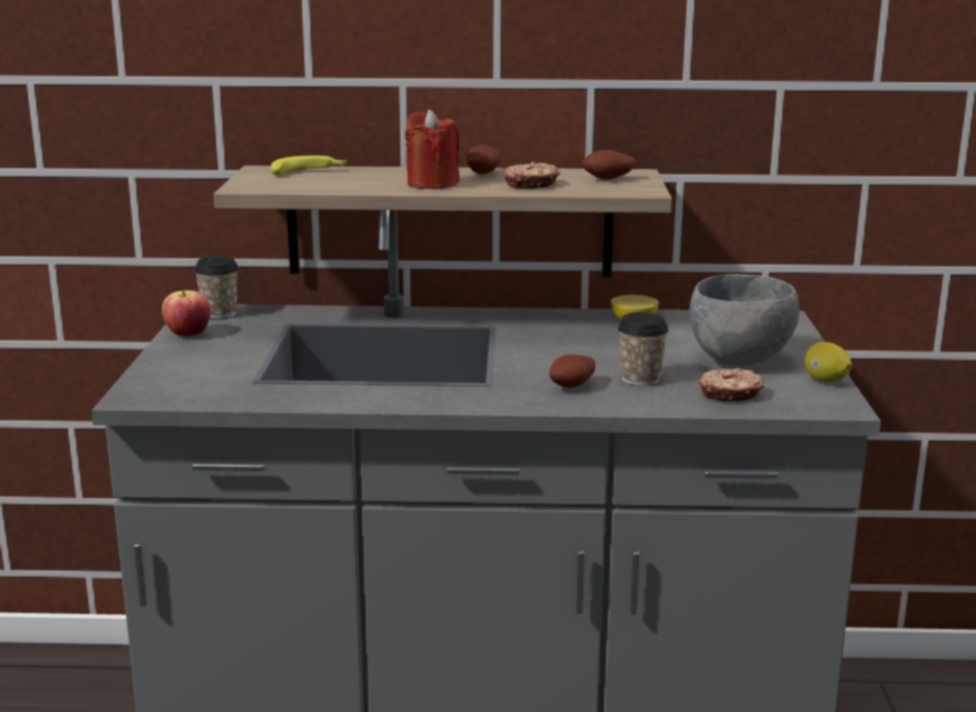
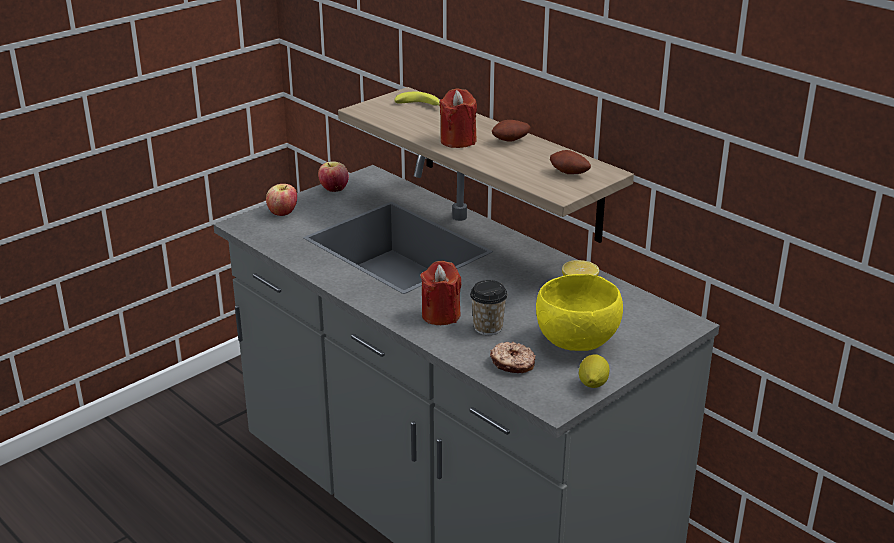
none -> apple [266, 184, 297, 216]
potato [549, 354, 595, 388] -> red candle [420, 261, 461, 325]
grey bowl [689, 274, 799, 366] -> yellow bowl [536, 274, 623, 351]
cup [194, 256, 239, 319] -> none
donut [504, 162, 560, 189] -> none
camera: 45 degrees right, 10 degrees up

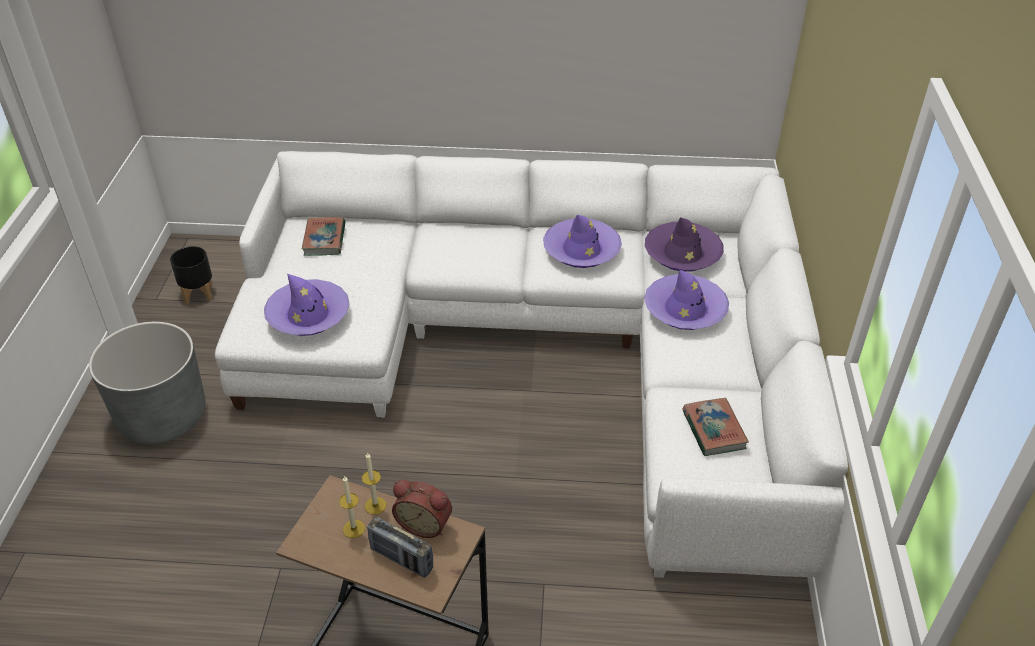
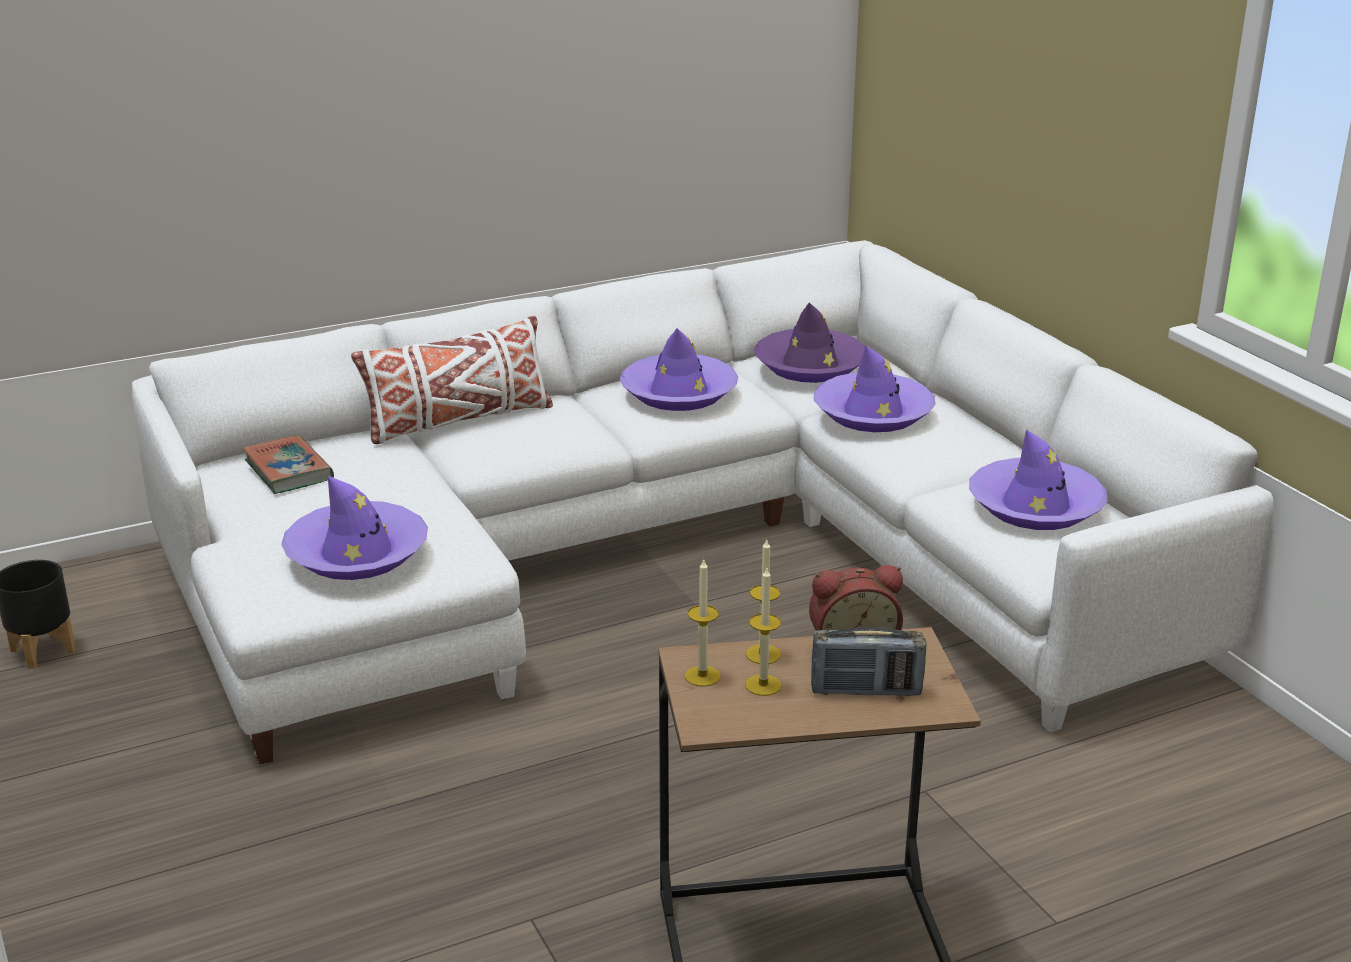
none -> white pillow [351, 316, 553, 444]
none -> candle [685, 559, 721, 687]
book [682, 398, 749, 456] -> purple hat [969, 429, 1108, 530]
grey planter [89, 322, 205, 444] -> none
camera: 30 degrees left, 15 degrees down

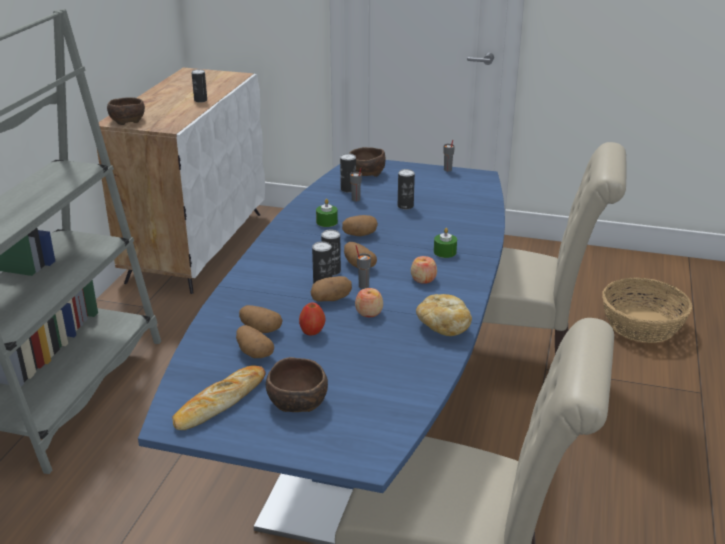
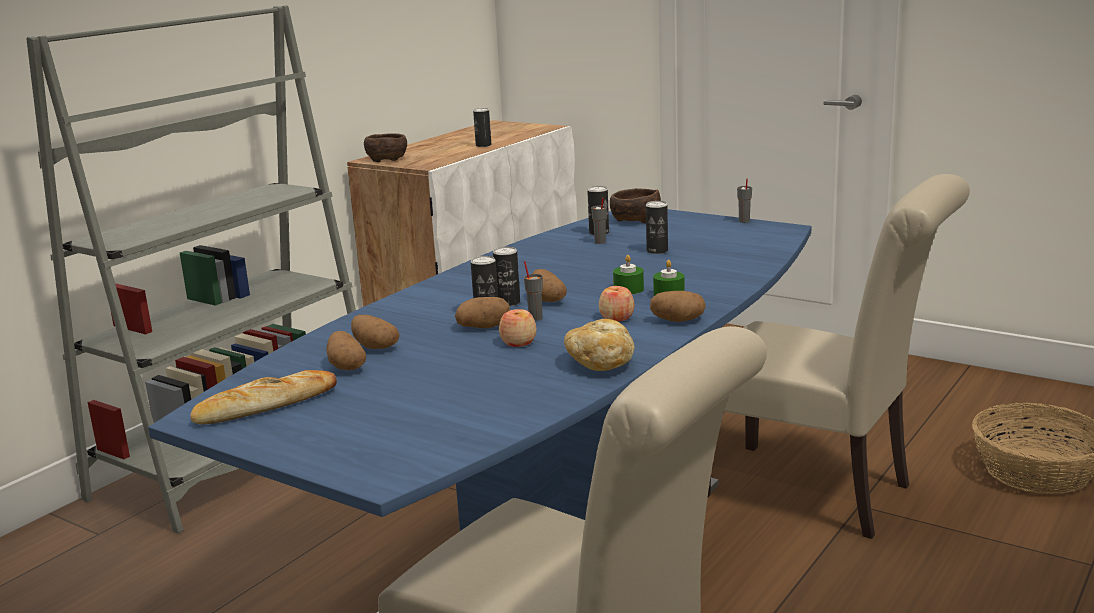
green candle [316, 199, 338, 227] -> green candle [613, 255, 644, 294], relocated
potato [342, 215, 378, 236] -> potato [650, 291, 706, 322], relocated
brown bowl [266, 357, 328, 412] -> none
apple [299, 303, 326, 336] -> none
camera: 20 degrees right, 10 degrees down

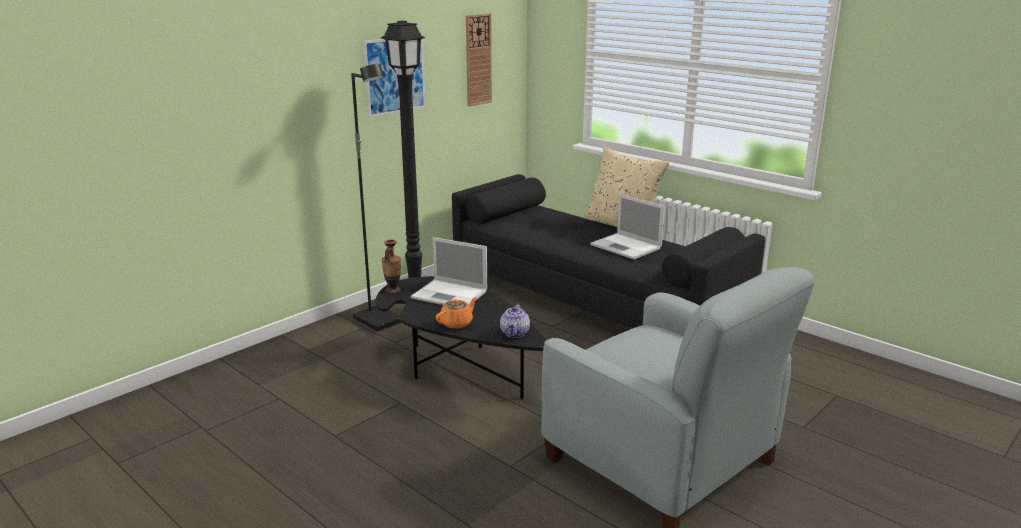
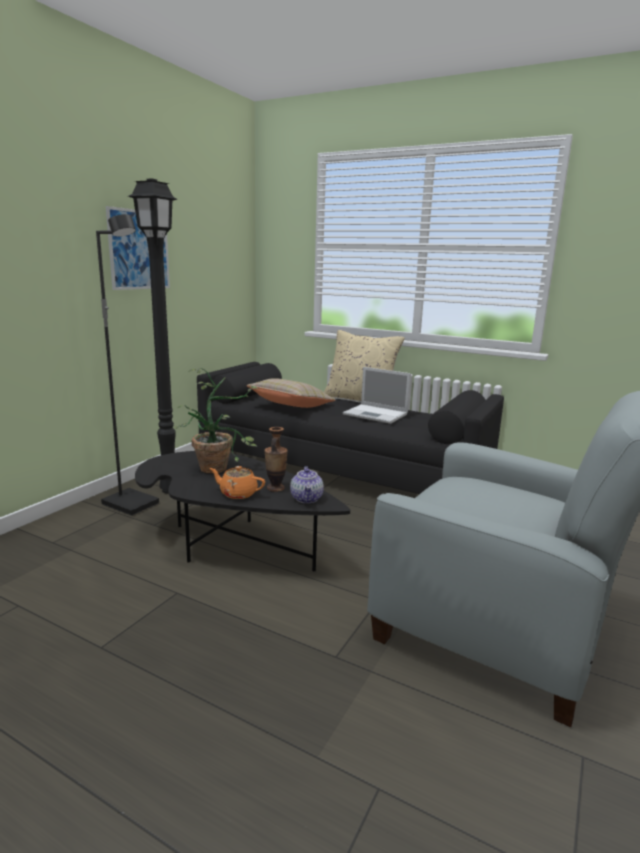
laptop [410, 237, 487, 305] -> potted plant [174, 368, 258, 473]
orange teapot [436, 297, 477, 329] -> orange teapot [209, 466, 265, 499], 105 degrees counterclockwise
none -> beige pillow [246, 378, 336, 408]
vase [381, 240, 401, 293] -> vase [264, 427, 288, 492], relocated
wall clock [466, 13, 492, 107] -> none
camera: 15 degrees left, 5 degrees down

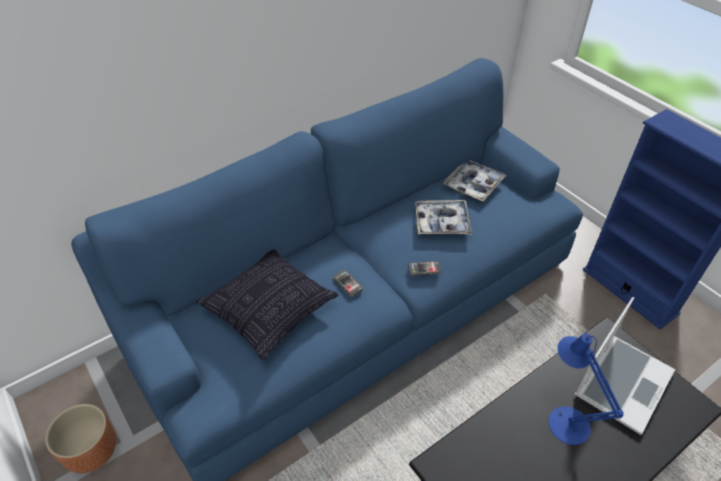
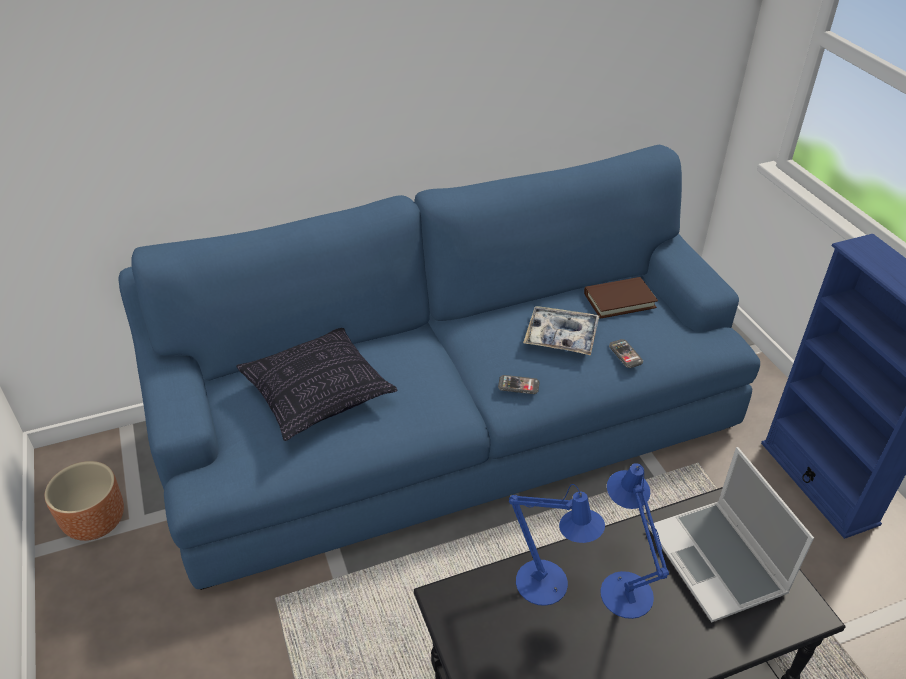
none -> blue table lamp [509, 484, 605, 606]
tray [443, 160, 506, 201] -> brown book [584, 277, 658, 319]
phone [333, 270, 363, 296] -> phone [609, 339, 643, 368], relocated
laptop [575, 297, 675, 435] -> laptop [648, 447, 814, 622], 105 degrees clockwise
camera: 15 degrees right, 5 degrees down

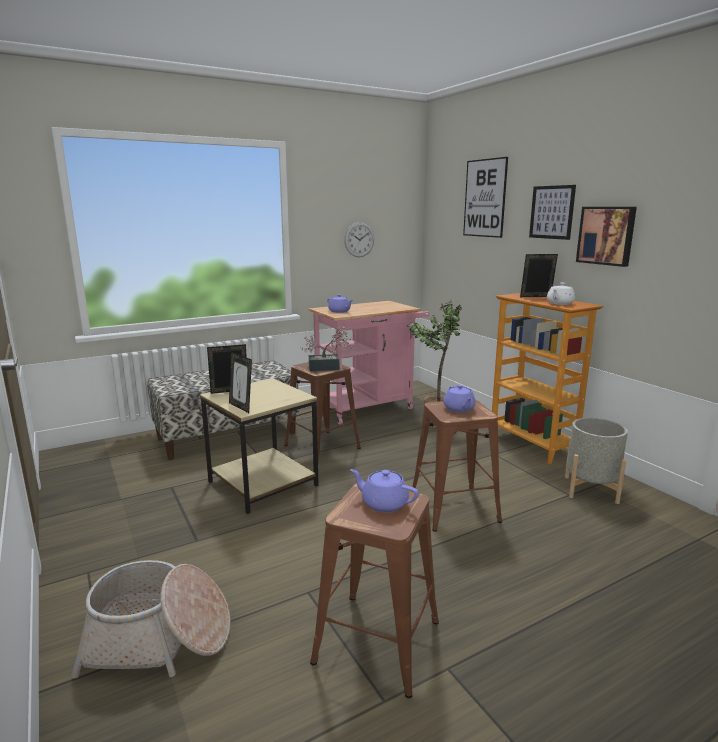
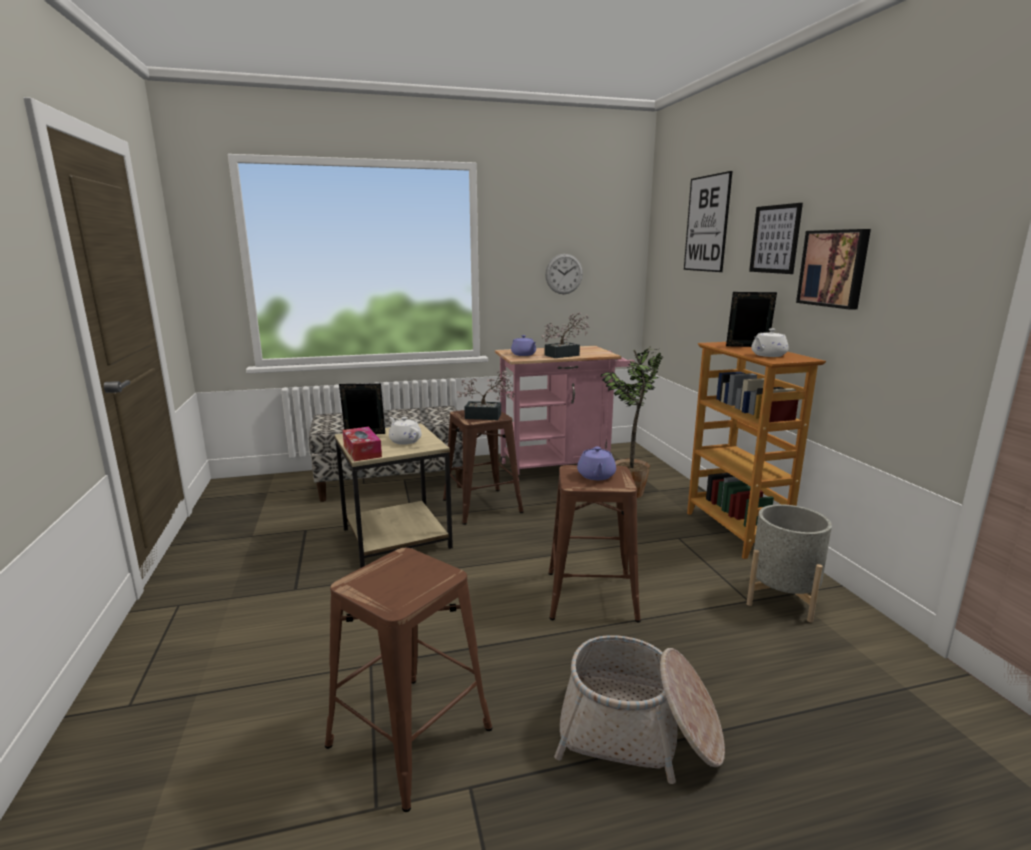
picture frame [229, 352, 252, 413] -> tissue box [343, 427, 382, 461]
none -> white teapot [389, 417, 422, 445]
none -> potted plant [542, 312, 589, 358]
basket [71, 560, 230, 678] -> basket [554, 635, 725, 784], relocated
purple teapot [350, 469, 419, 513] -> none
camera: 15 degrees right, 0 degrees up

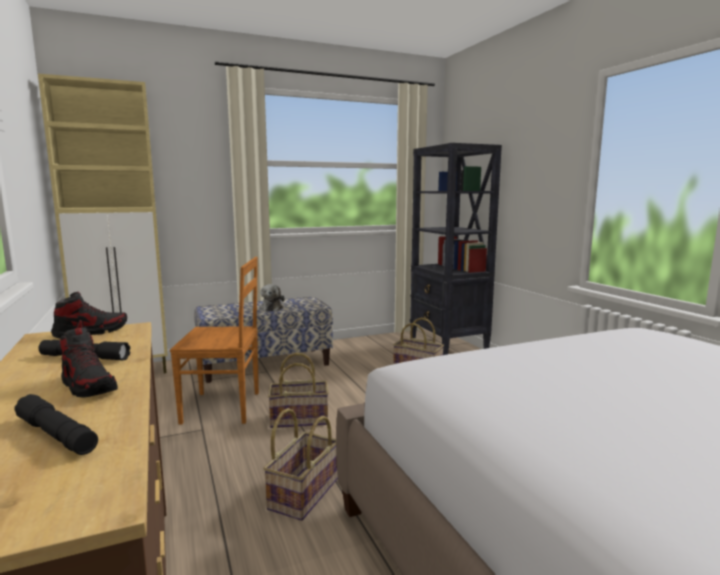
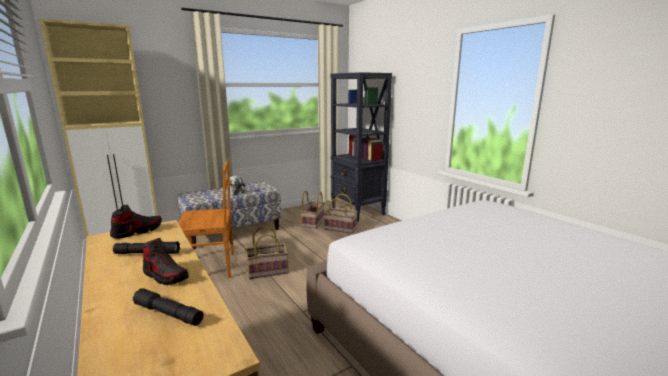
basket [263, 408, 338, 521] -> basket [300, 191, 325, 229], relocated
camera: 10 degrees left, 5 degrees up

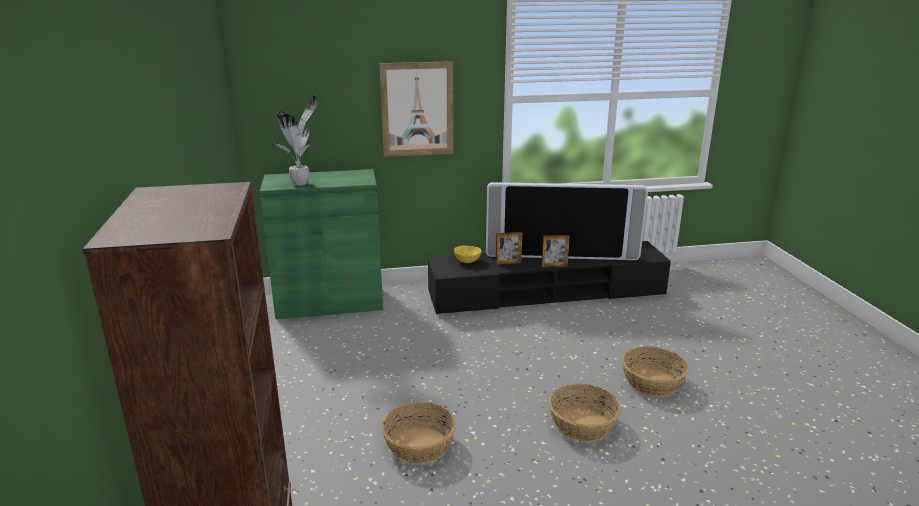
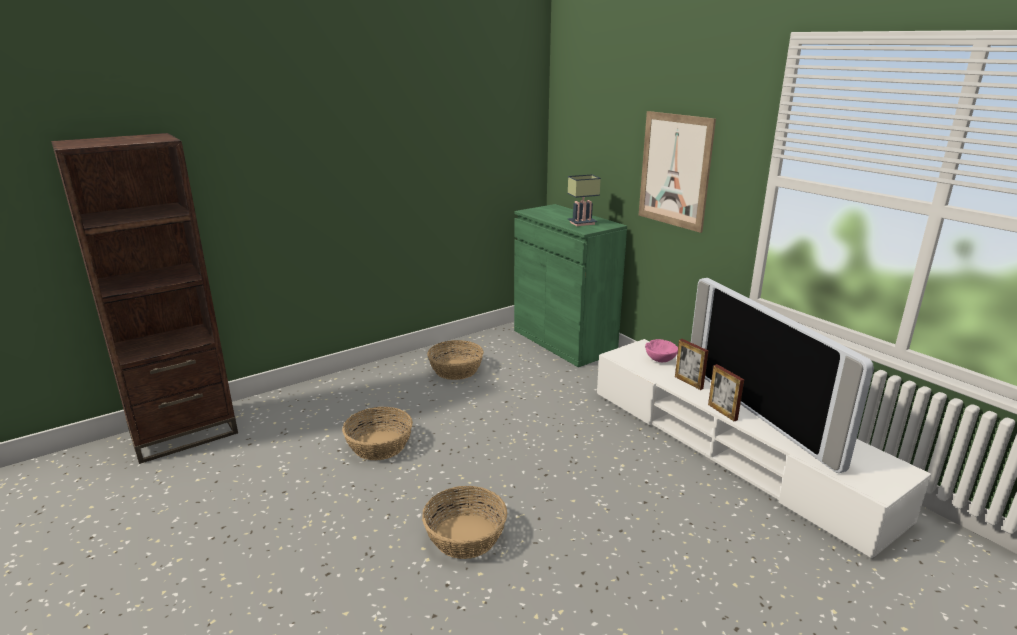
basket [622, 346, 689, 396] -> basket [427, 340, 484, 380], relocated
none -> table lamp [568, 174, 601, 226]
black tv stand [428, 241, 671, 315] -> white tv stand [597, 339, 931, 559]
yellow bowl [454, 246, 482, 263] -> pink bowl [645, 339, 678, 362]
potted plant [269, 95, 318, 186] -> none
camera: 65 degrees right, 0 degrees up

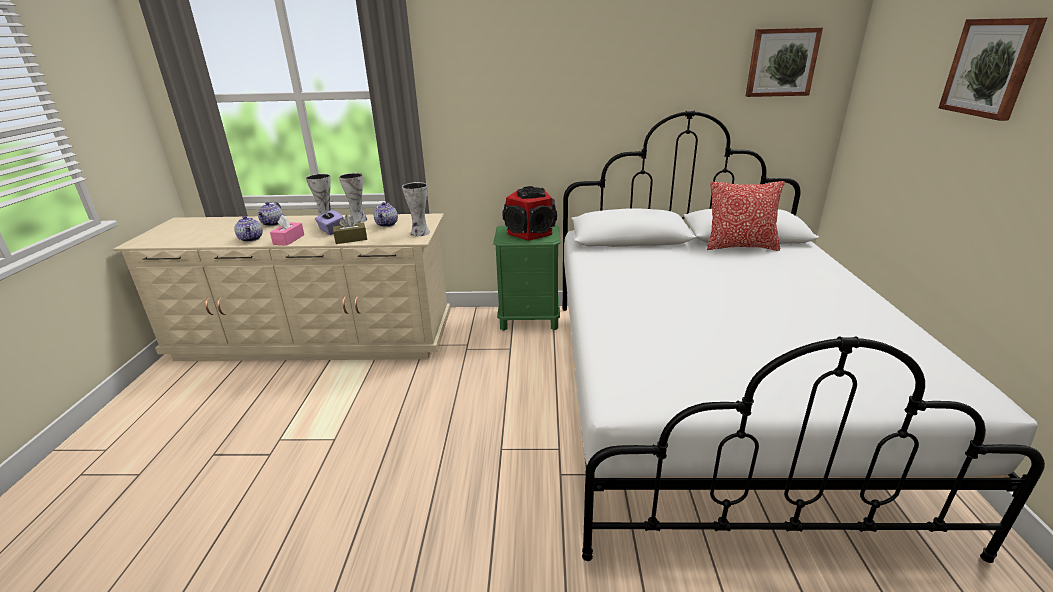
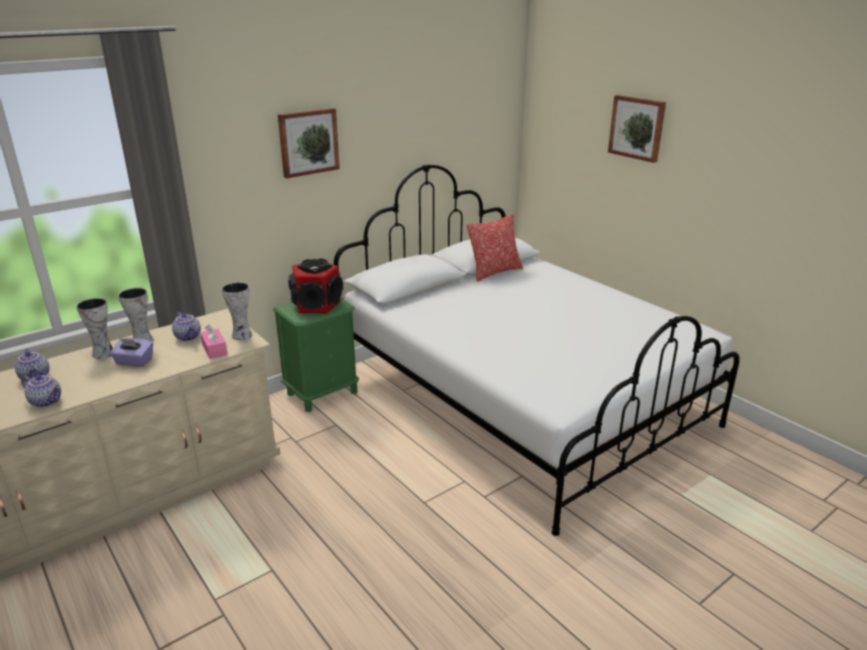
pink tissue box [270, 215, 304, 246] -> pink tissue box [201, 325, 228, 359], relocated
picture [746, 28, 823, 97] -> picture [278, 108, 340, 178], relocated
brown tissue box [333, 215, 367, 244] -> none
camera: 40 degrees left, 0 degrees up

